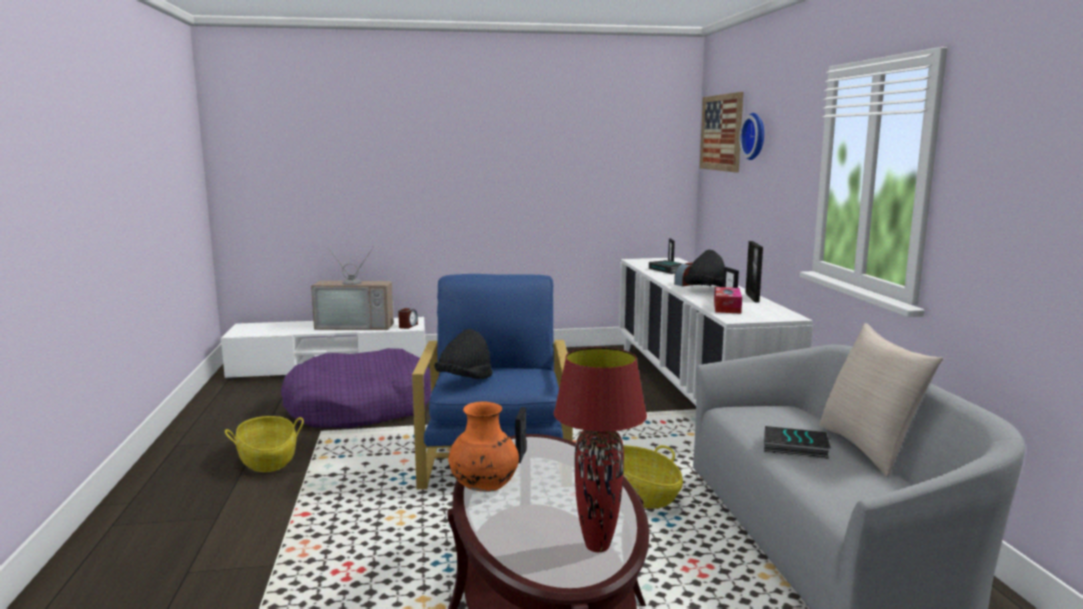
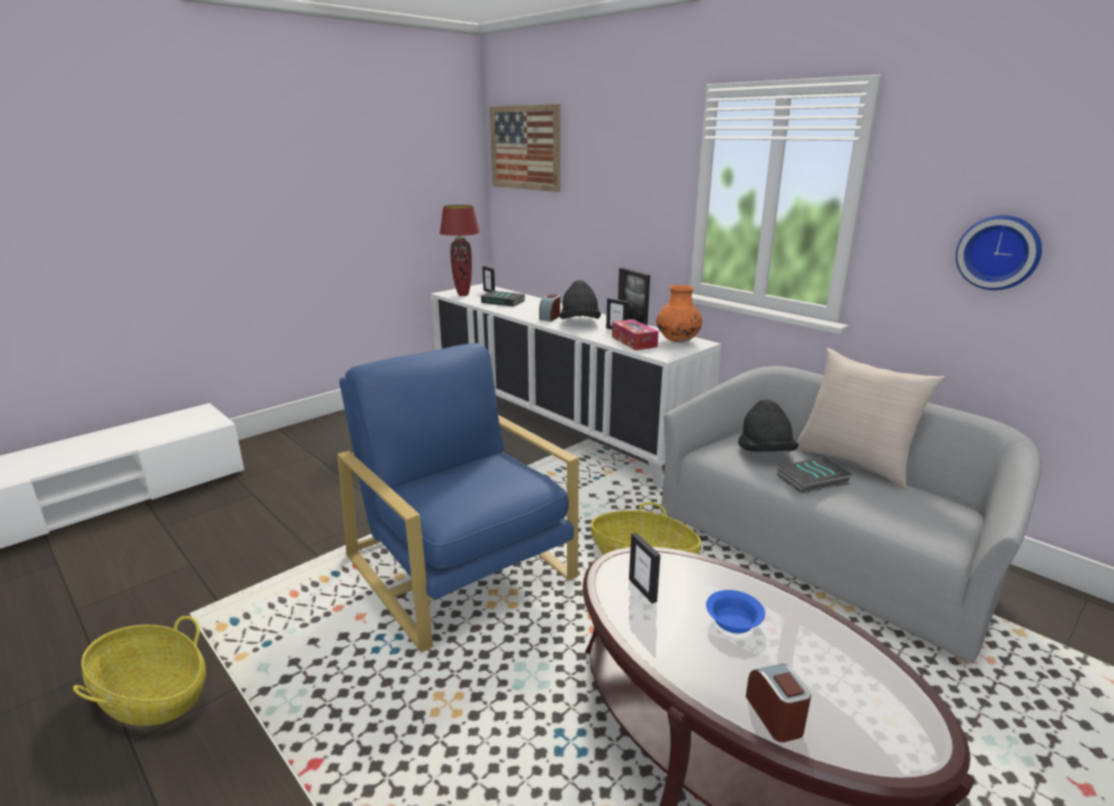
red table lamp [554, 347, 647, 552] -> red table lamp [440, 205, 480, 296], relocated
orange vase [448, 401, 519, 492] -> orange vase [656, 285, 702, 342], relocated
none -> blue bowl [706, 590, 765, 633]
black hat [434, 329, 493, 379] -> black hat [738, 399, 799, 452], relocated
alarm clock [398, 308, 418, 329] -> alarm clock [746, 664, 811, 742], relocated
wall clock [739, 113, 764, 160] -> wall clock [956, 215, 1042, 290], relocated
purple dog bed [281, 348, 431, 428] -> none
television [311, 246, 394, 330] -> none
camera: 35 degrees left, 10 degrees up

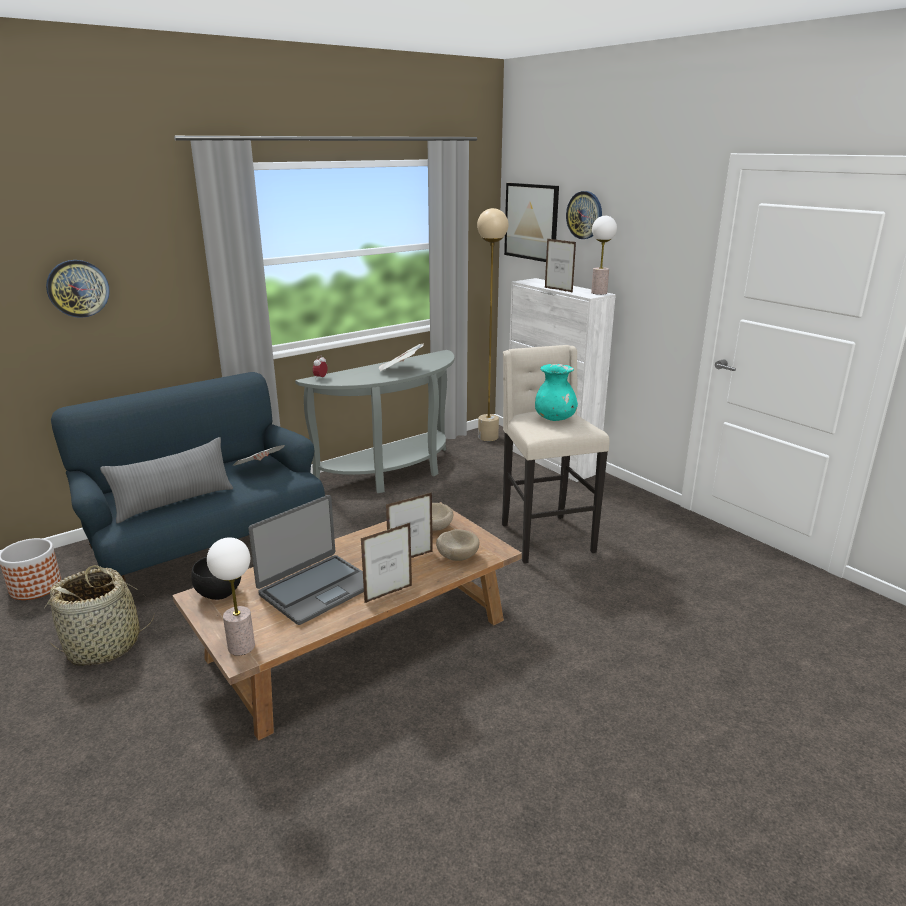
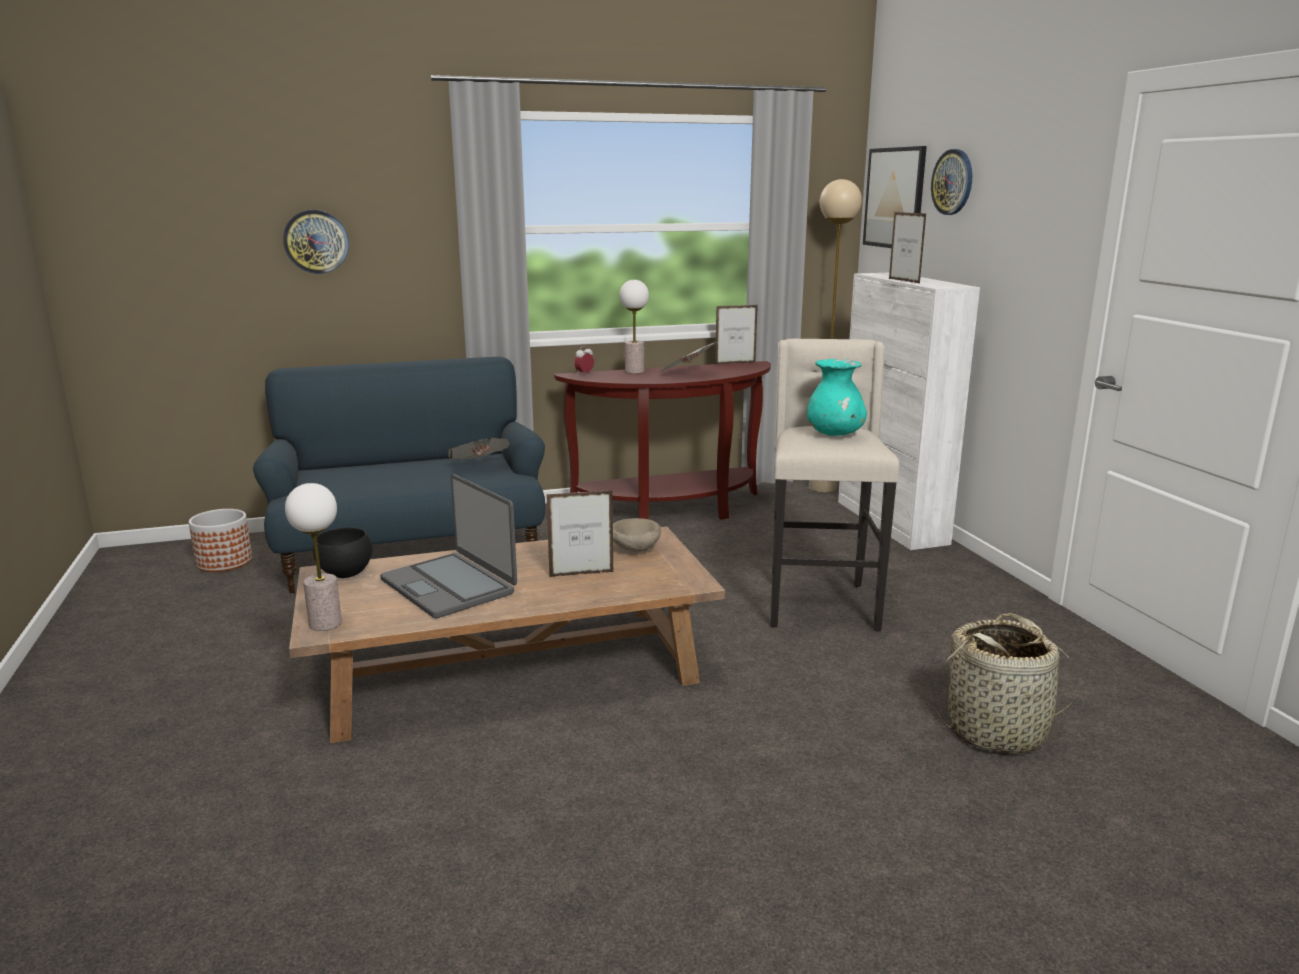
laptop [248, 495, 364, 625] -> laptop [380, 474, 517, 619], 75 degrees clockwise
grey console table [295, 350, 455, 493] -> brown console table [554, 361, 771, 520]
table lamp [591, 216, 617, 295] -> table lamp [619, 280, 649, 374], relocated
picture frame [361, 522, 412, 603] -> picture frame [715, 305, 758, 365], relocated
basket [45, 565, 154, 666] -> basket [937, 613, 1080, 754], relocated
grey pillow [100, 437, 233, 523] -> none
beige bowl [436, 529, 479, 561] -> none
camera: 20 degrees right, 5 degrees down

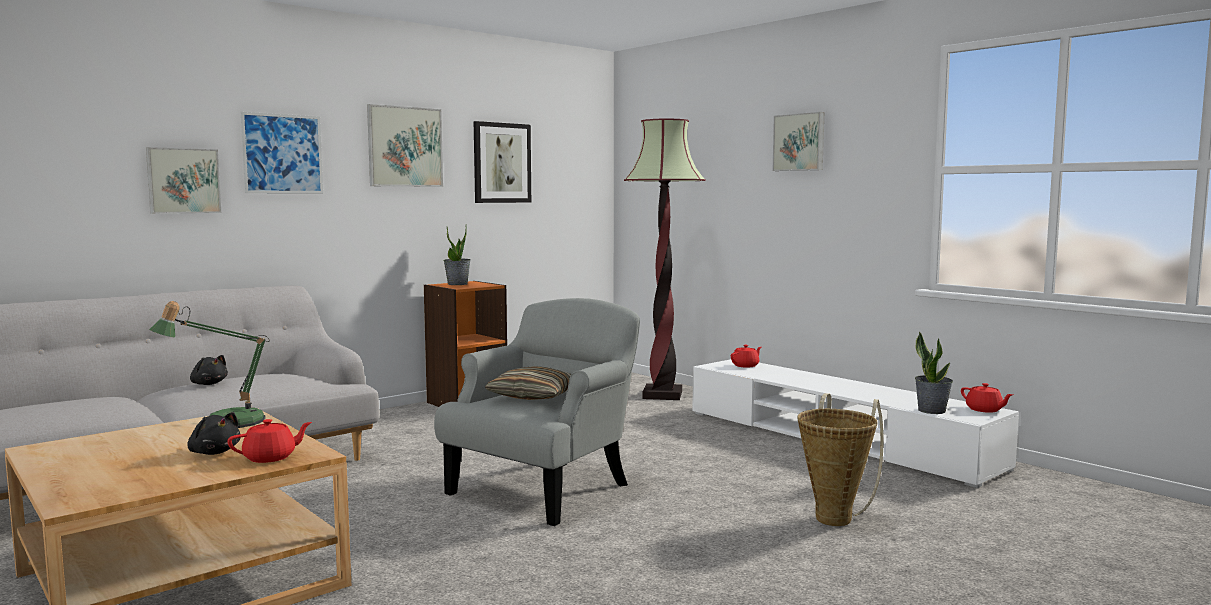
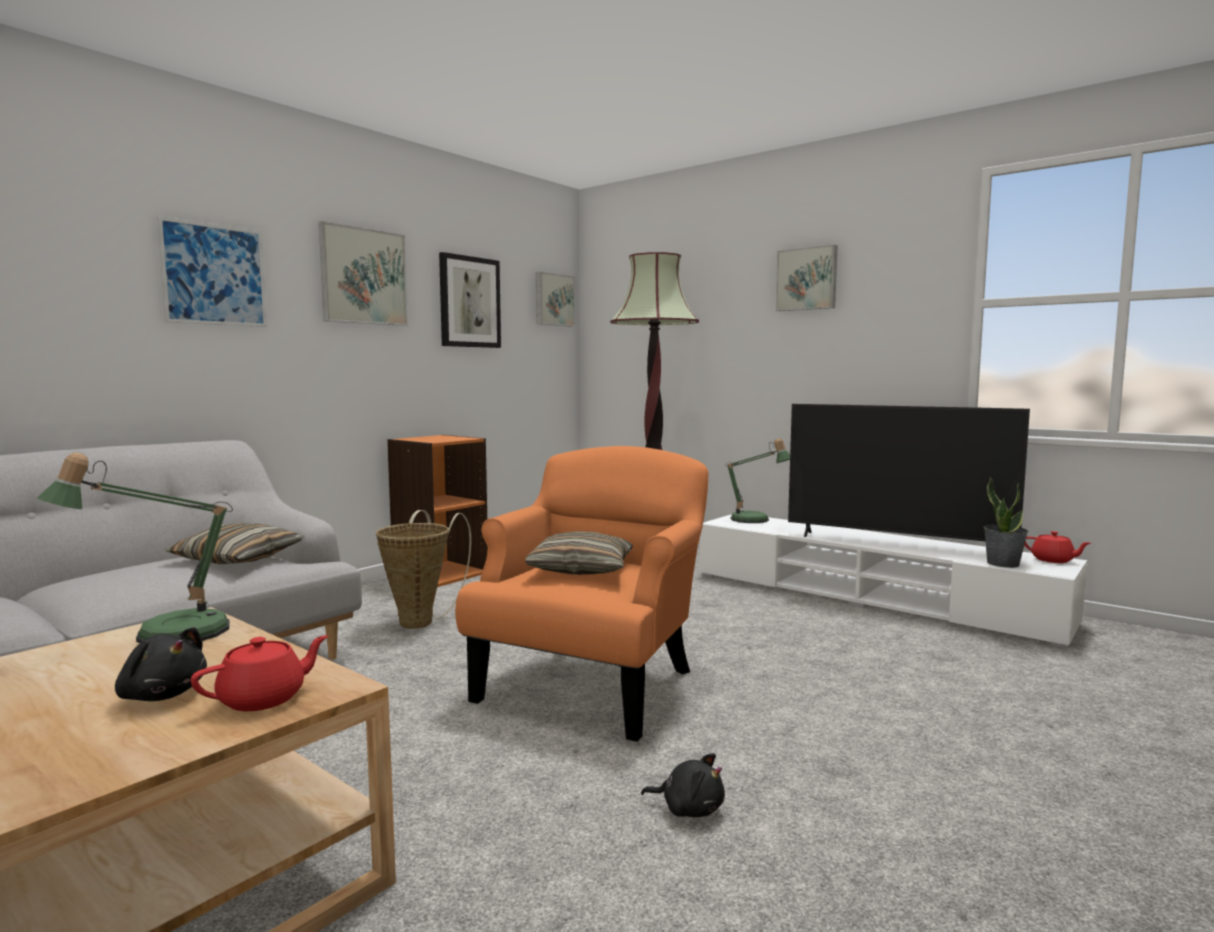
none -> pillow [165, 523, 303, 564]
basket [797, 393, 884, 526] -> basket [376, 510, 471, 629], relocated
grey armchair [434, 298, 640, 526] -> orange armchair [455, 446, 708, 742]
picture [146, 147, 221, 214] -> picture [536, 272, 575, 326], relocated
black plush toy [190, 355, 228, 385] -> black plush toy [641, 753, 725, 817], relocated
red teapot [731, 345, 761, 368] -> table lamp [725, 438, 790, 523]
none -> television [788, 404, 1030, 541]
potted plant [443, 226, 471, 285] -> none
camera: 10 degrees left, 0 degrees up

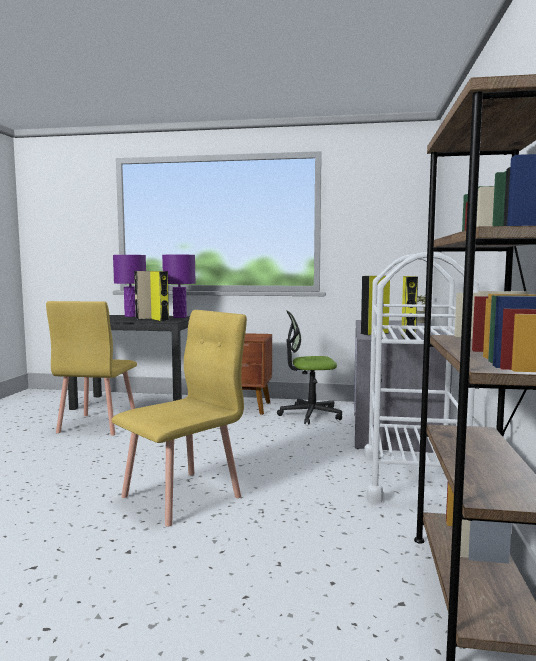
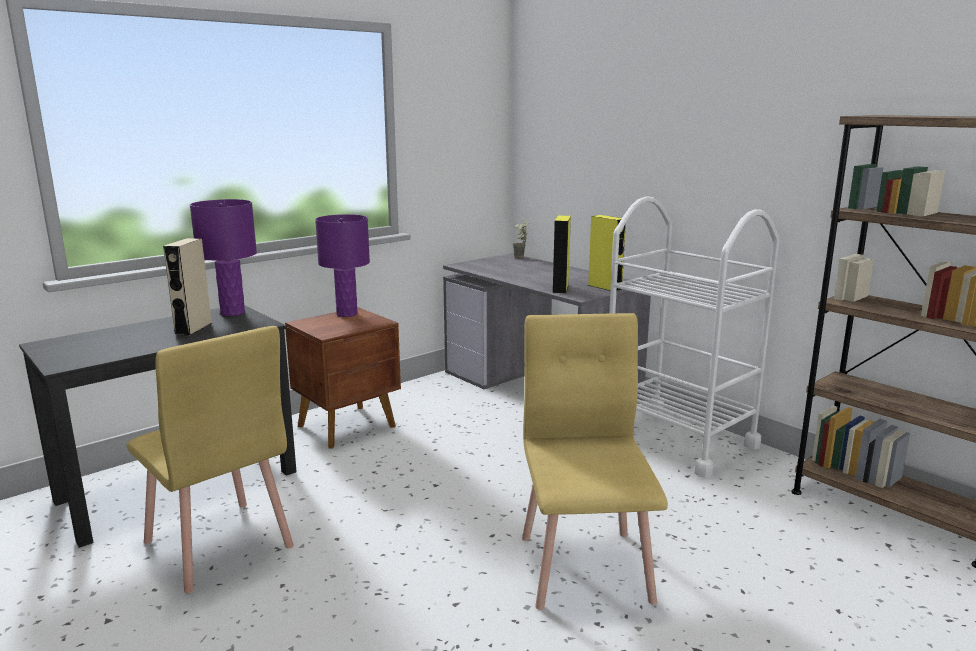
purple table lamp [113, 255, 146, 317] -> purple table lamp [315, 214, 370, 317], relocated
yellow speaker [150, 271, 169, 321] -> none
office chair [277, 310, 342, 425] -> none
camera: 50 degrees left, 10 degrees up

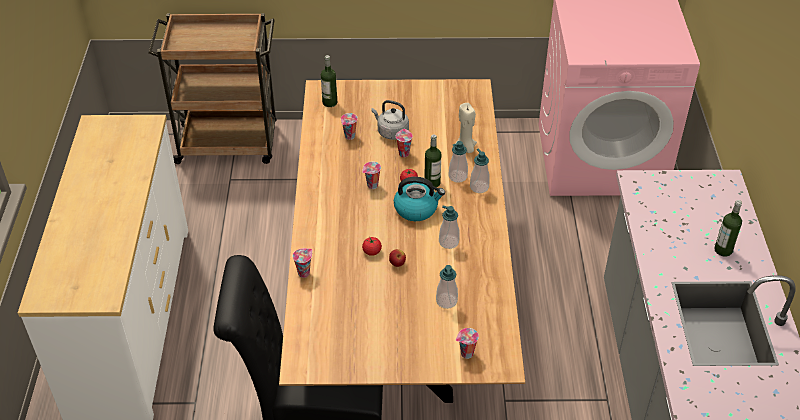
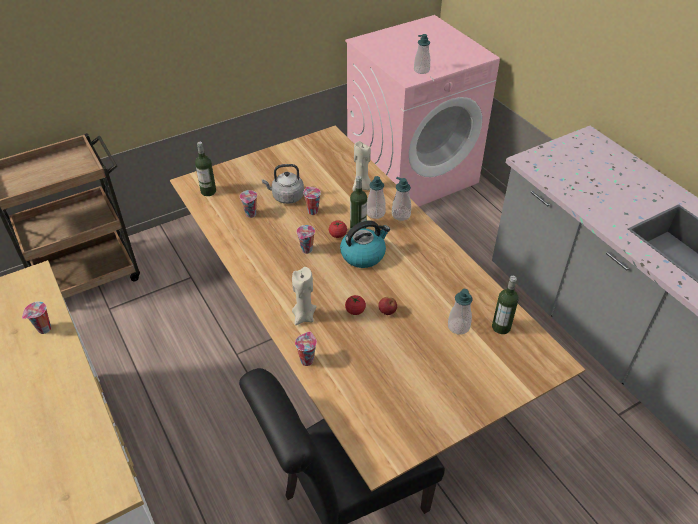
cup [456, 328, 479, 359] -> cup [22, 301, 51, 334], relocated
none -> beige candle [292, 267, 317, 325]
soap dispenser [439, 206, 460, 249] -> soap dispenser [414, 34, 430, 74], relocated
bottle [714, 200, 742, 257] -> bottle [492, 276, 519, 334], relocated
camera: 30 degrees left, 0 degrees up

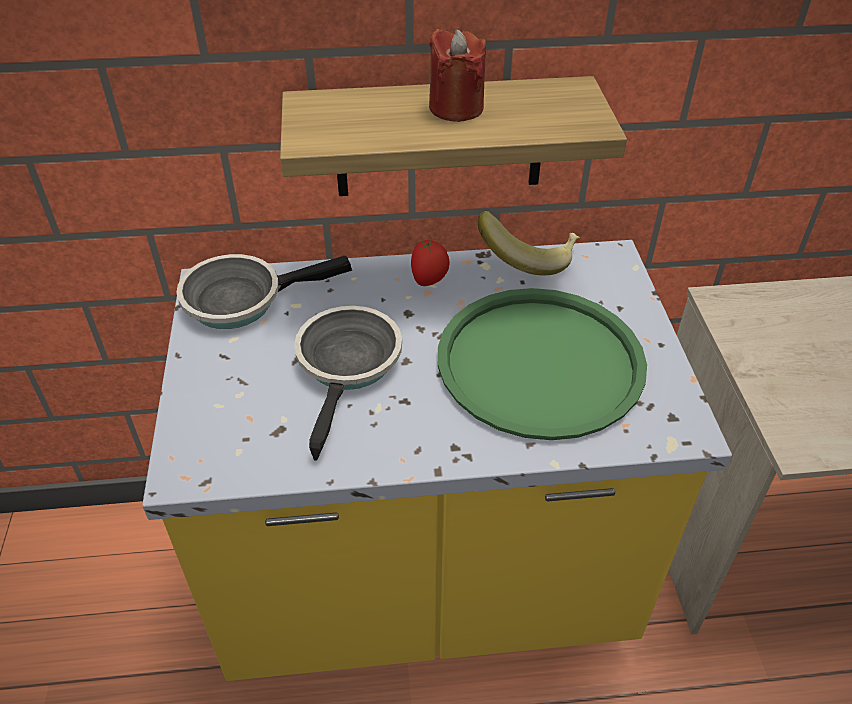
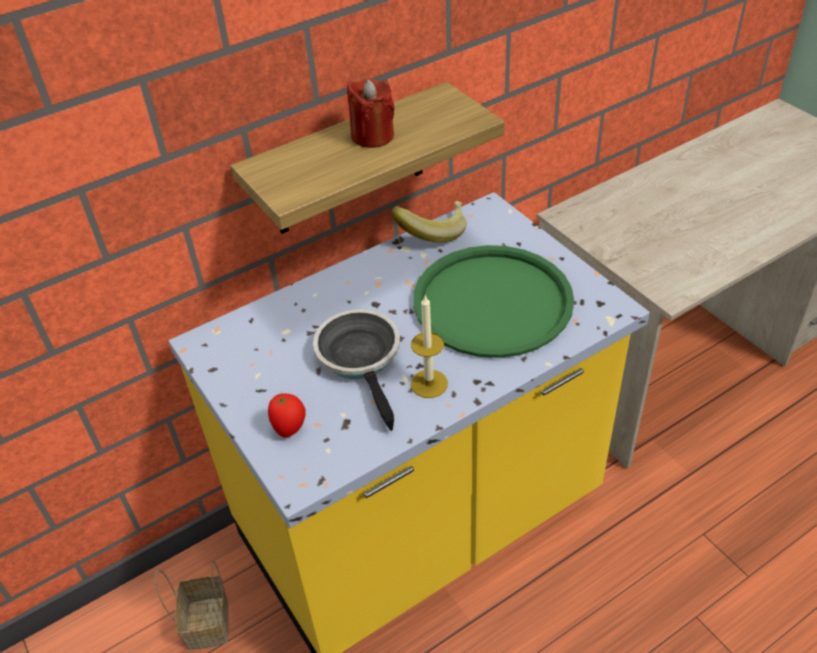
none -> basket [155, 560, 229, 650]
tomato [411, 240, 450, 286] -> tomato [268, 392, 306, 438], relocated
none -> candle [411, 296, 448, 398]
frying pan [176, 254, 352, 329] -> none
camera: 25 degrees left, 0 degrees up

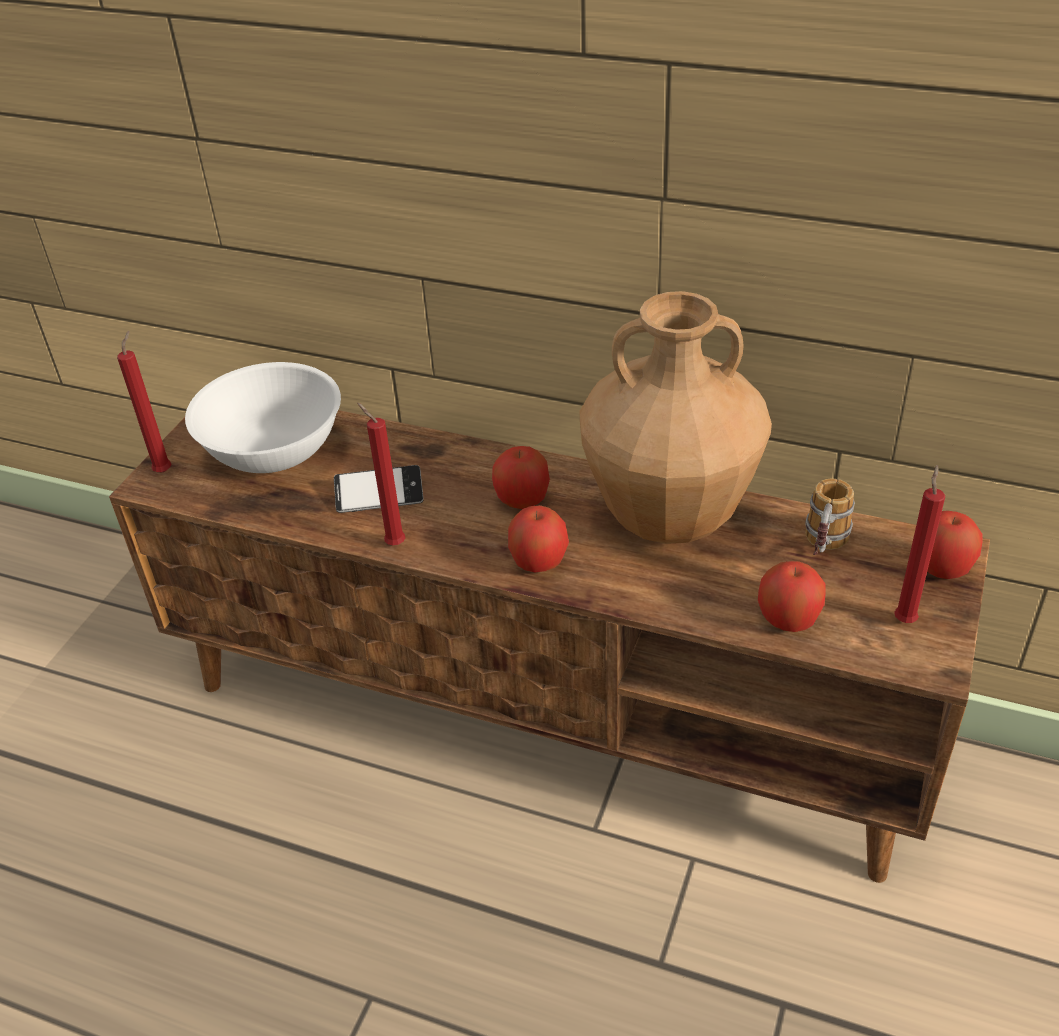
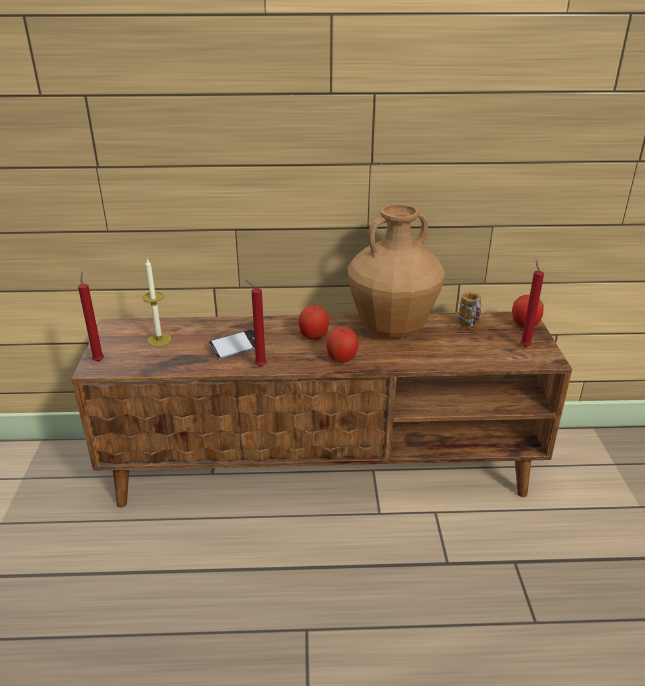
white bowl [185, 362, 341, 473] -> candle [142, 259, 172, 346]
apple [758, 561, 826, 632] -> none
camera: 25 degrees left, 10 degrees down

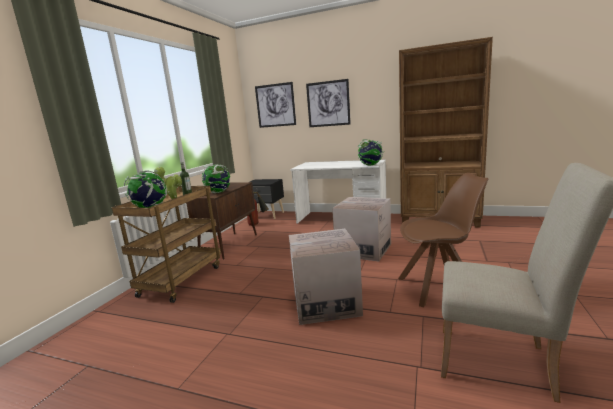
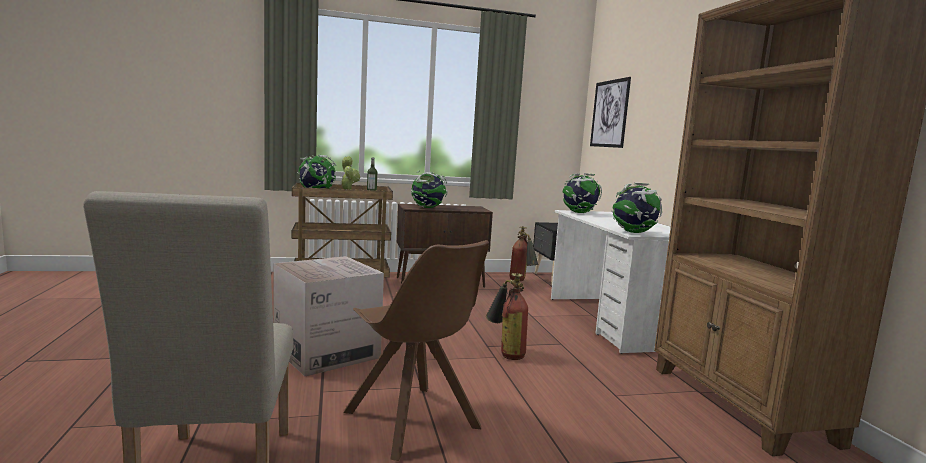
cardboard box [332, 197, 391, 262] -> fire extinguisher [486, 273, 528, 360]
none -> globe [563, 173, 602, 213]
picture [306, 79, 351, 127] -> none
camera: 55 degrees right, 5 degrees down

